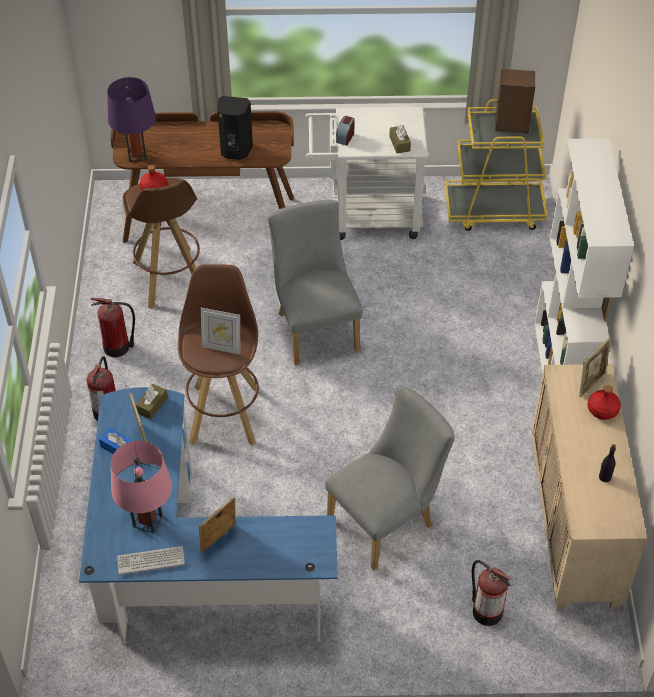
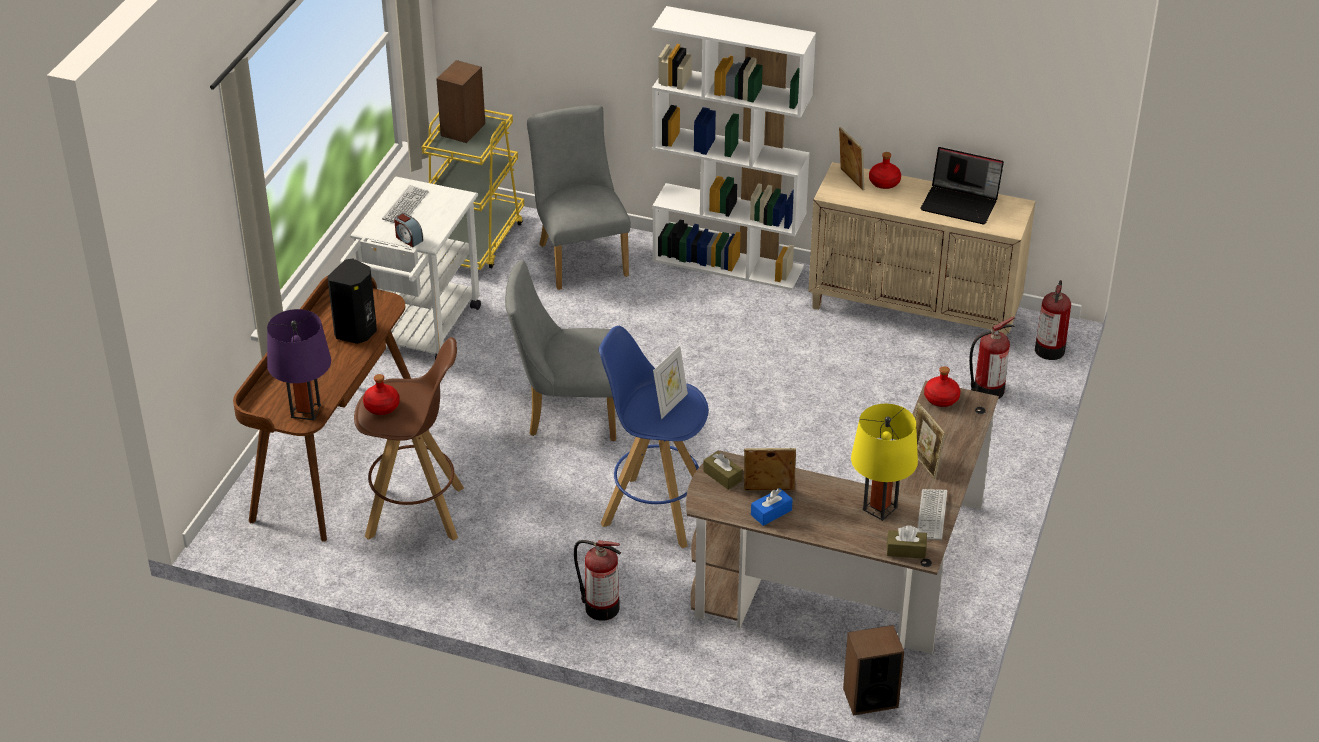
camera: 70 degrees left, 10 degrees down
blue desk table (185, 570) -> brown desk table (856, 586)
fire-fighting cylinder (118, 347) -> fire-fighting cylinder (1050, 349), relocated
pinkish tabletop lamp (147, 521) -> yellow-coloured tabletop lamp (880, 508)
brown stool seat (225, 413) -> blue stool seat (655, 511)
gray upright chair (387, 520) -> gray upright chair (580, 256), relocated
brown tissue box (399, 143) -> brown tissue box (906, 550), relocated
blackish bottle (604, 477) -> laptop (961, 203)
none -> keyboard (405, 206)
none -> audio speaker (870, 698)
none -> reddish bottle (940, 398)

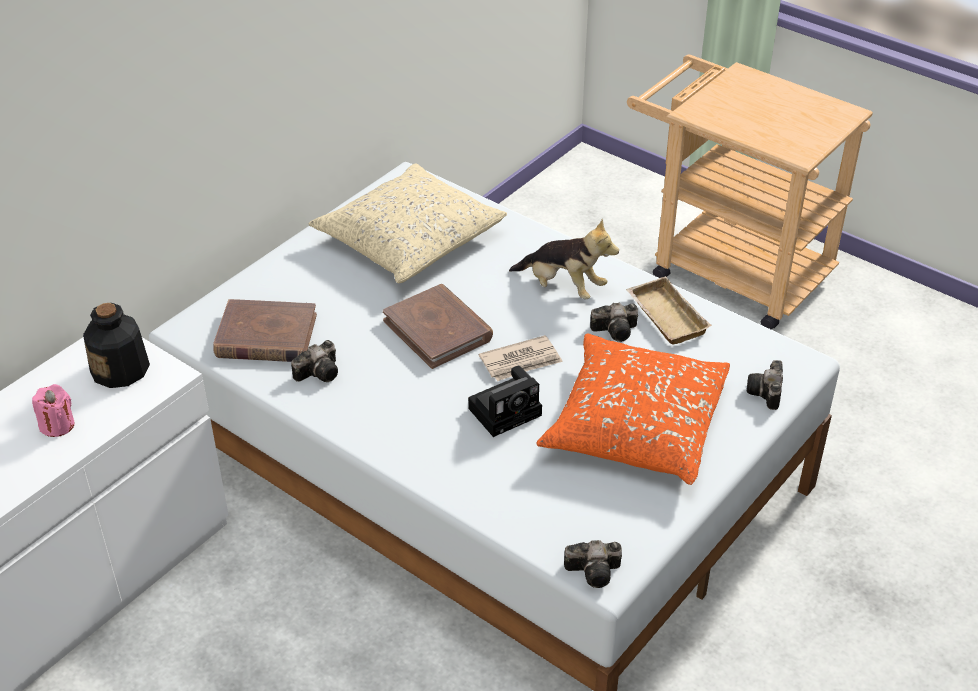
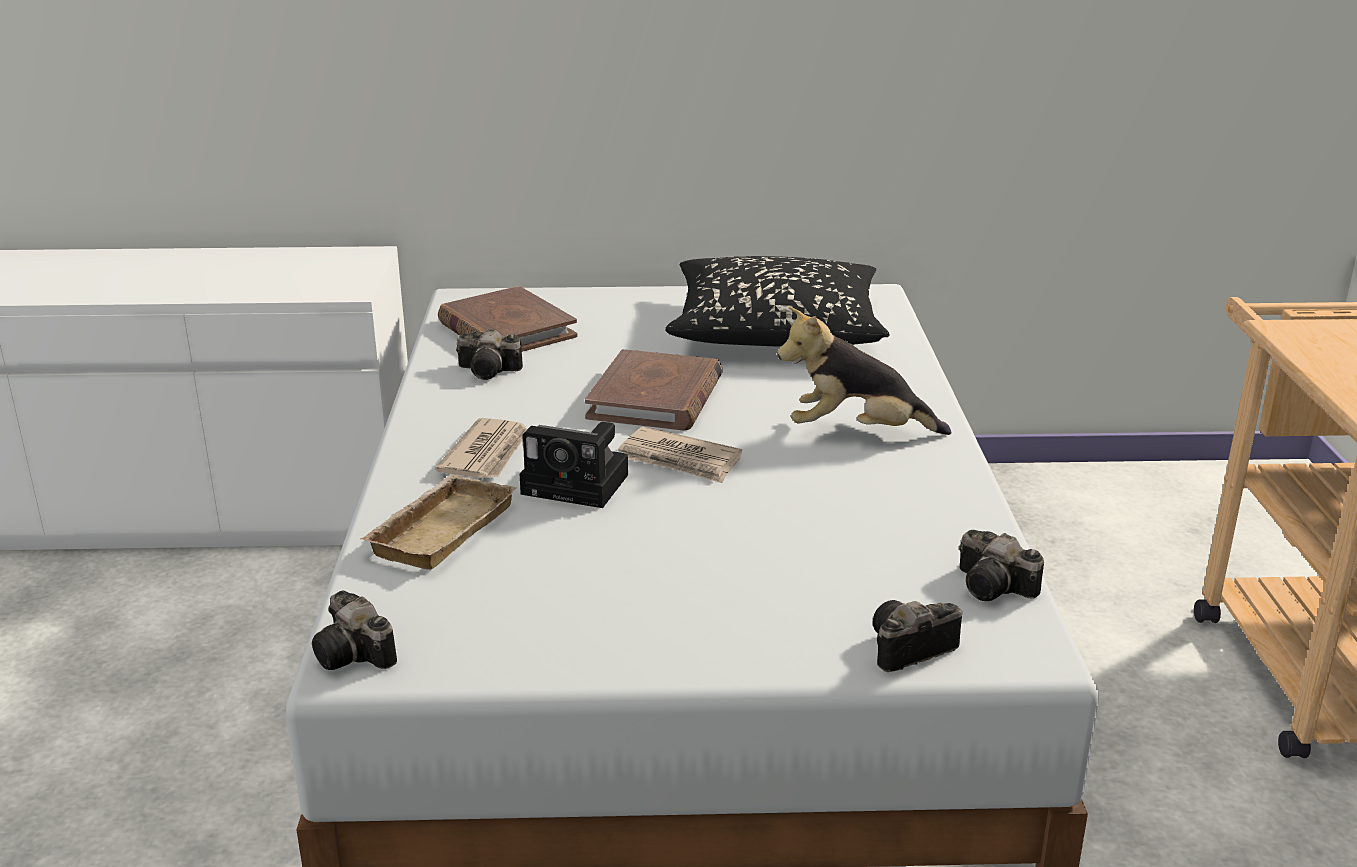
camera: 50 degrees right, 15 degrees down
pinkish wax light (57, 425) -> none
bottle (121, 370) -> none
beige throw pillow (409, 239) -> blackish throw pillow (776, 330)
plush toy (563, 287) -> plush toy (857, 432), 105 degrees clockwise
orange throw pillow (635, 424) -> none
still camera (617, 330) -> still camera (996, 588), relocated
beige serving tray (664, 316) -> beige serving tray (440, 529), relocated
none -> newspaper (487, 454)

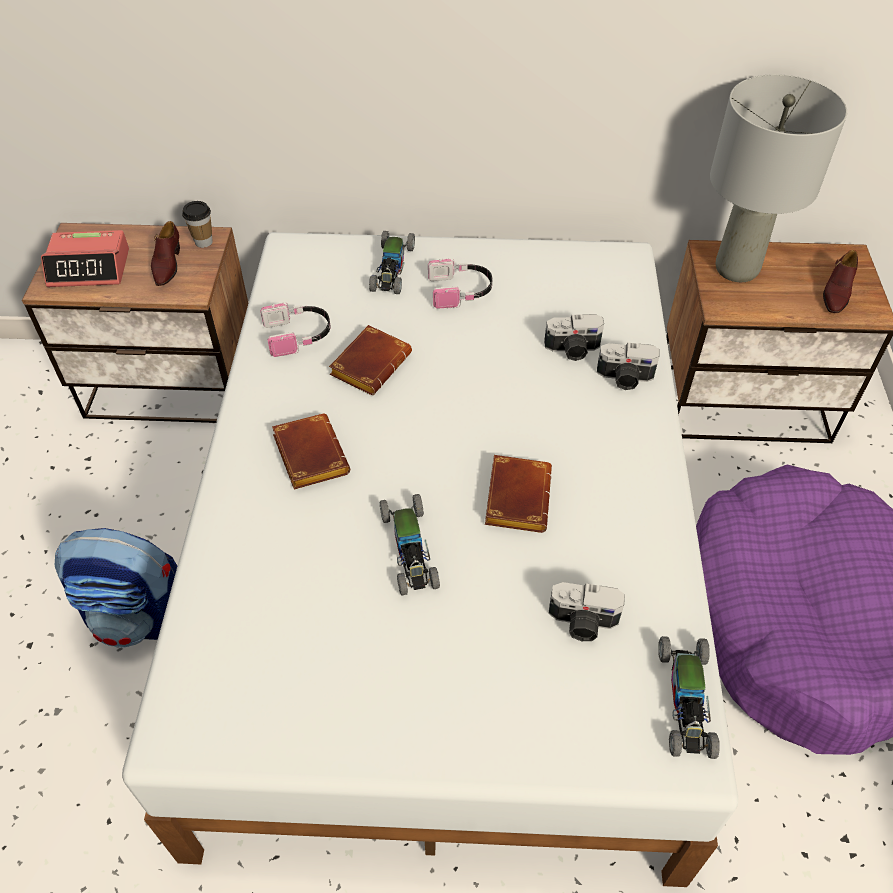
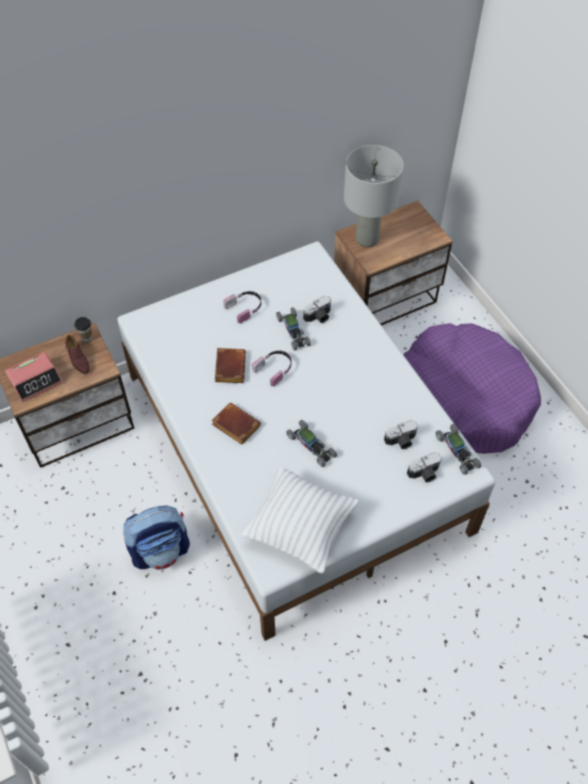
camera: 30 degrees left, 5 degrees up
headphones (299, 335) -> headphones (274, 369), relocated
miniature car (392, 268) -> miniature car (293, 331), relocated
brown bound book (515, 496) -> none
still camera (624, 378) -> still camera (424, 474), relocated
brown low shoe (836, 292) -> none
none -> white throw pillow (300, 529)

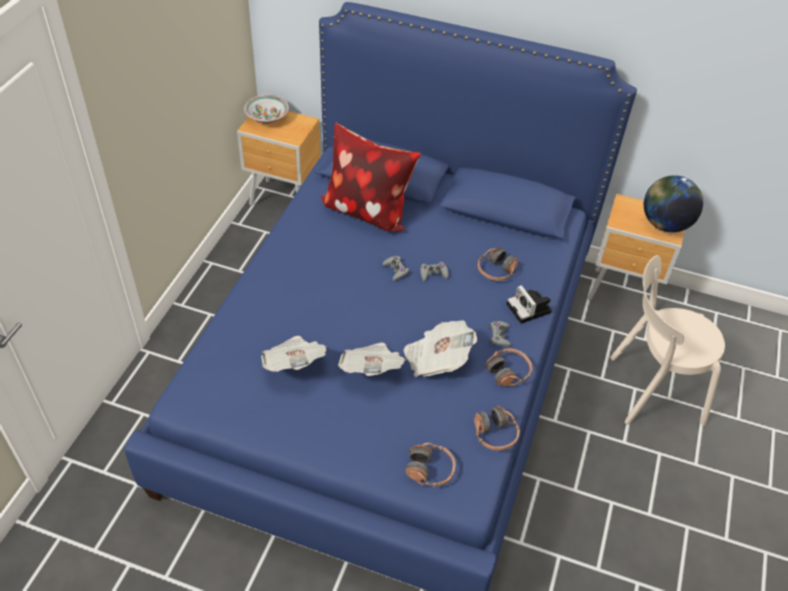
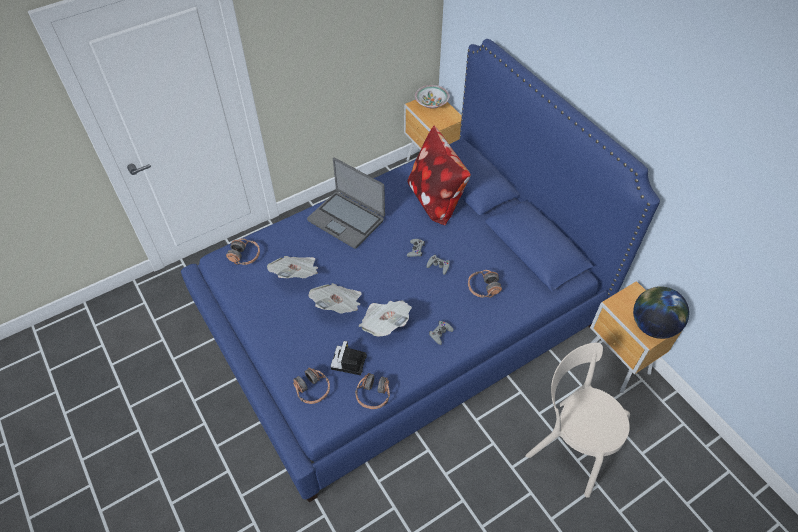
camera: 40 degrees right, 5 degrees up
headphones (508, 372) -> headphones (245, 256), relocated
still camera (530, 309) -> still camera (349, 363), relocated
none -> laptop (346, 219)

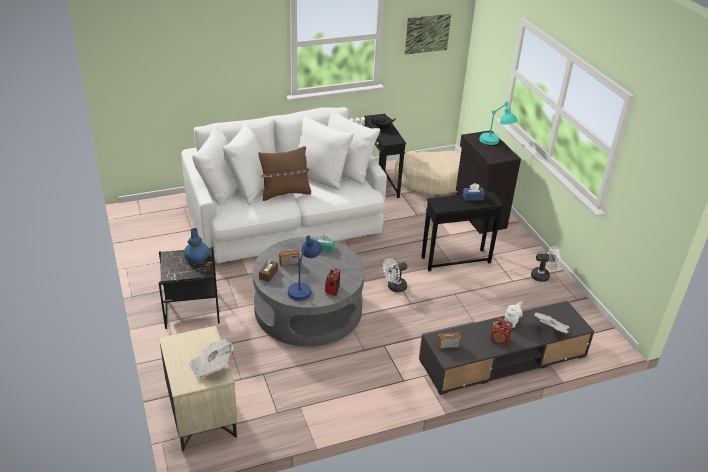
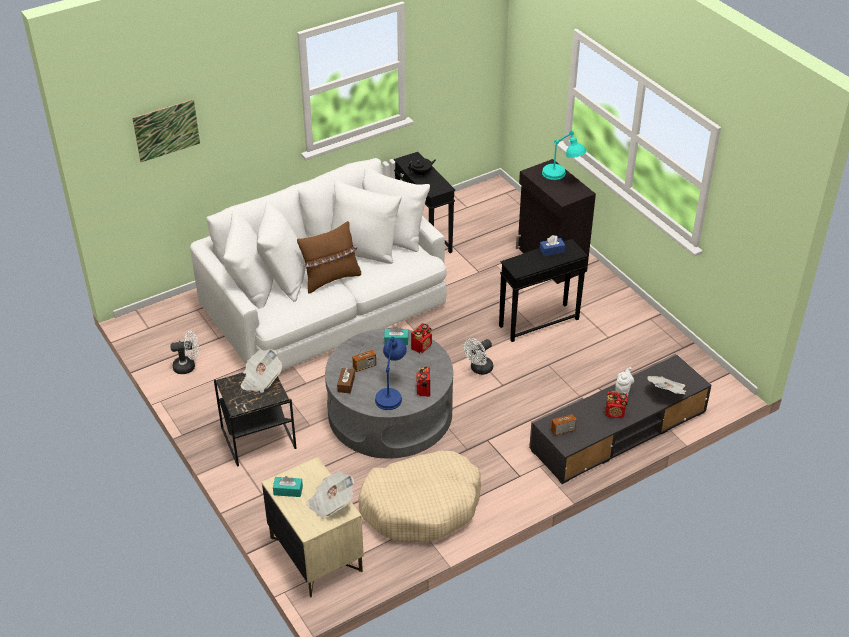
camera: 10 degrees left, 5 degrees up
blue flower vase (197, 257) -> newspaper (261, 379)
beige dog bed (433, 179) -> beige dog bed (421, 505), relocated
wall art (427, 33) -> wall art (166, 130), relocated
white electric fan (543, 276) -> white electric fan (188, 366), relocated
none -> turquoise-coloured tissue box (288, 490)
none -> radio (421, 346)

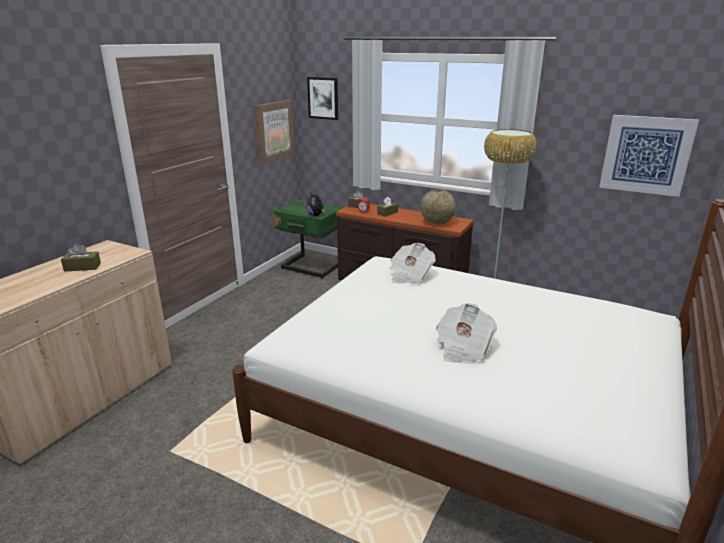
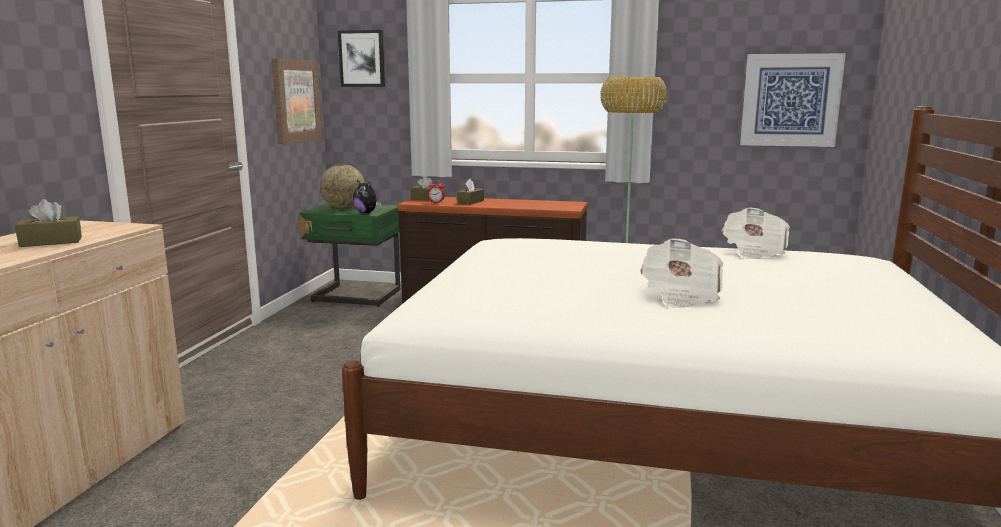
camera: 15 degrees left, 10 degrees down
newspaper (410, 275) -> newspaper (753, 251), relocated
desk globe (436, 223) -> desk globe (344, 208), relocated

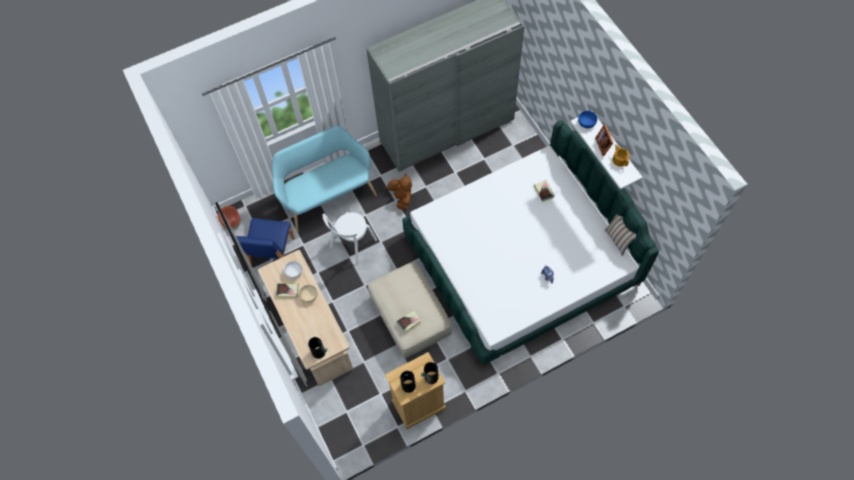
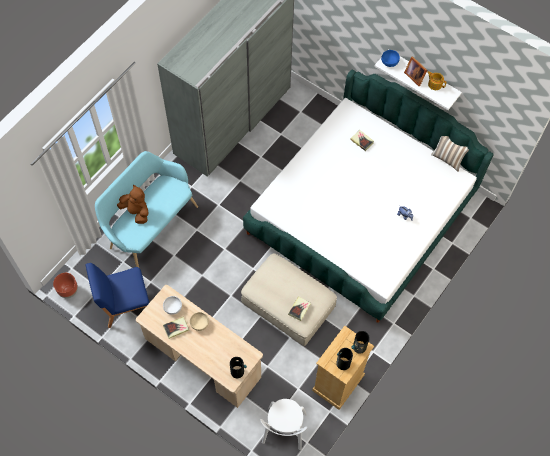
camera: 30 degrees left, 0 degrees up
blue upright chair (272, 255) -> blue upright chair (124, 304), 90 degrees clockwise
white upright chair (352, 245) -> white upright chair (284, 430), relocated
brown plush toy (401, 198) -> brown plush toy (136, 211), relocated

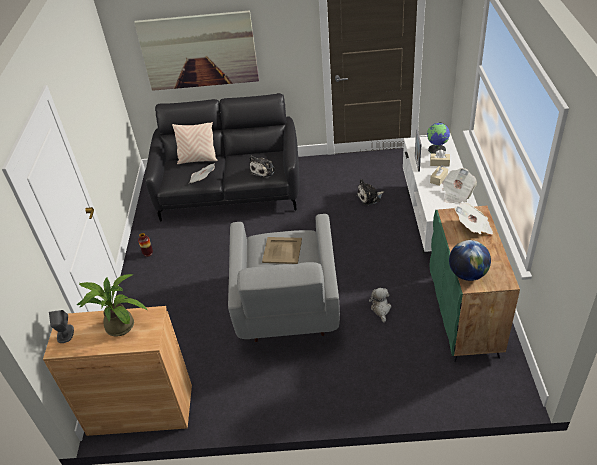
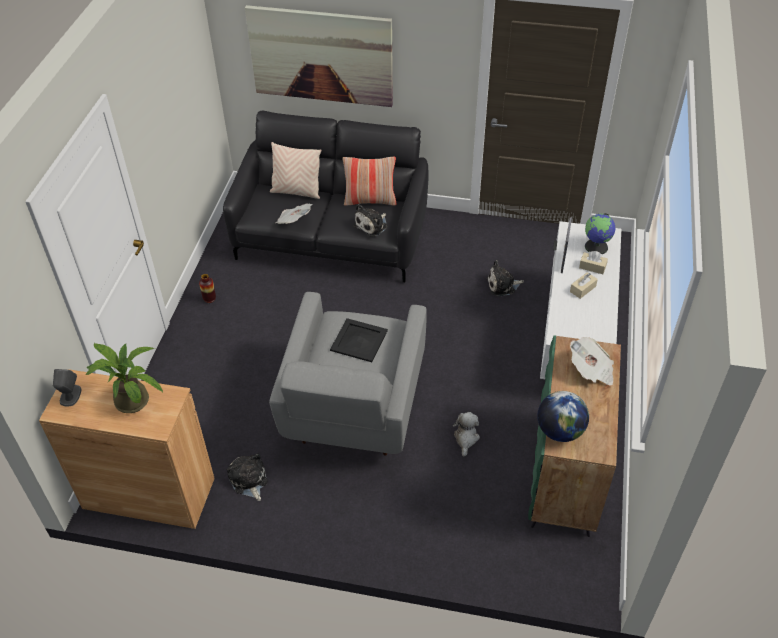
camera: 10 degrees right, 5 degrees up
beige serving tray (282, 251) -> blackish serving tray (358, 340)
newspaper (457, 194) -> none
none -> plush toy (248, 481)
none -> throw pillow (370, 200)

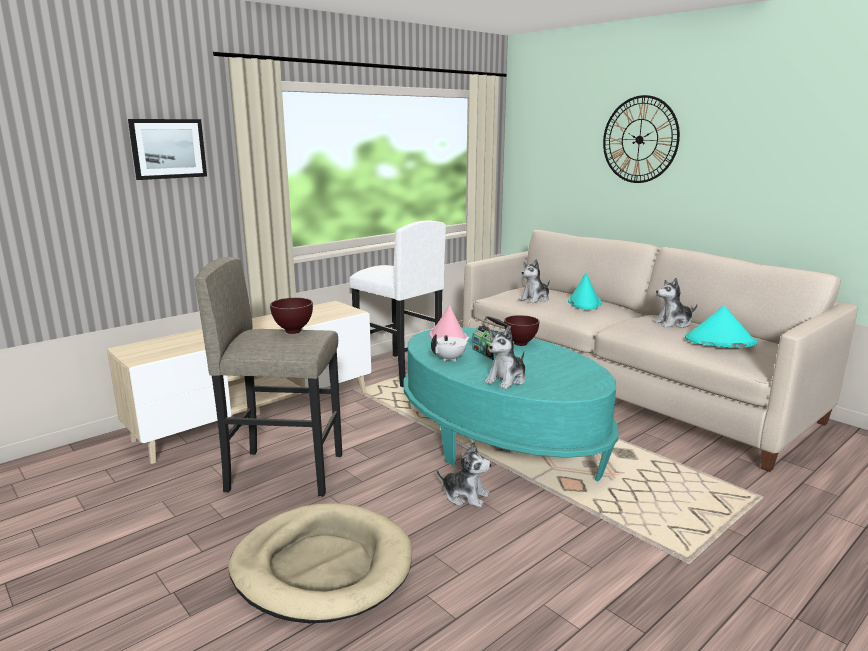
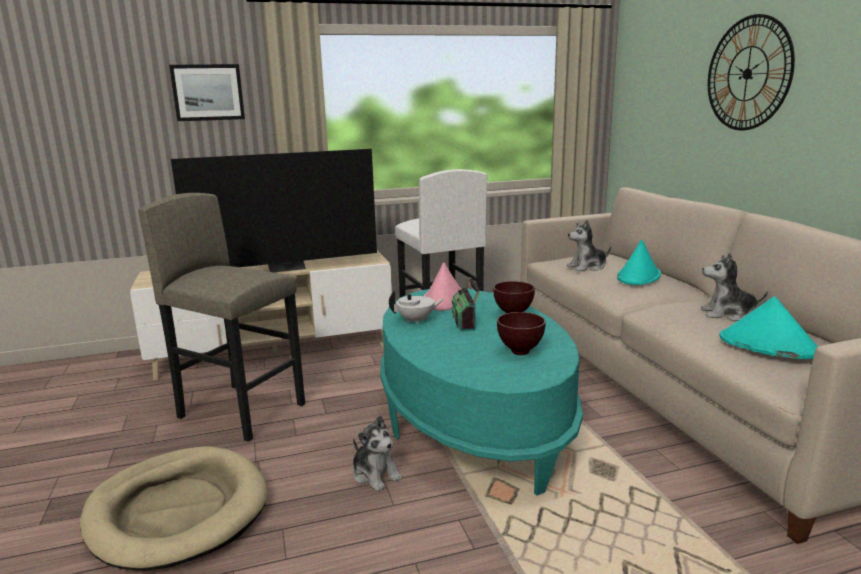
camera: 25 degrees right, 0 degrees up
brown serving bowl (292, 332) -> brown serving bowl (519, 352), relocated
plush toy (506, 380) -> none
none -> TV set (287, 267)

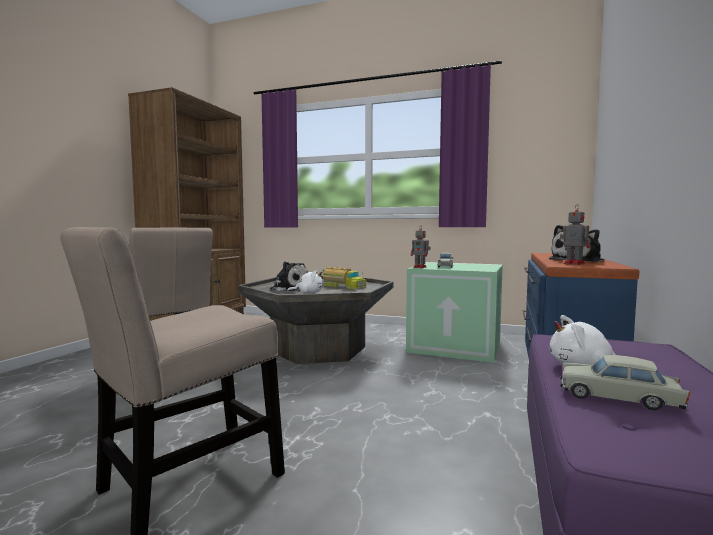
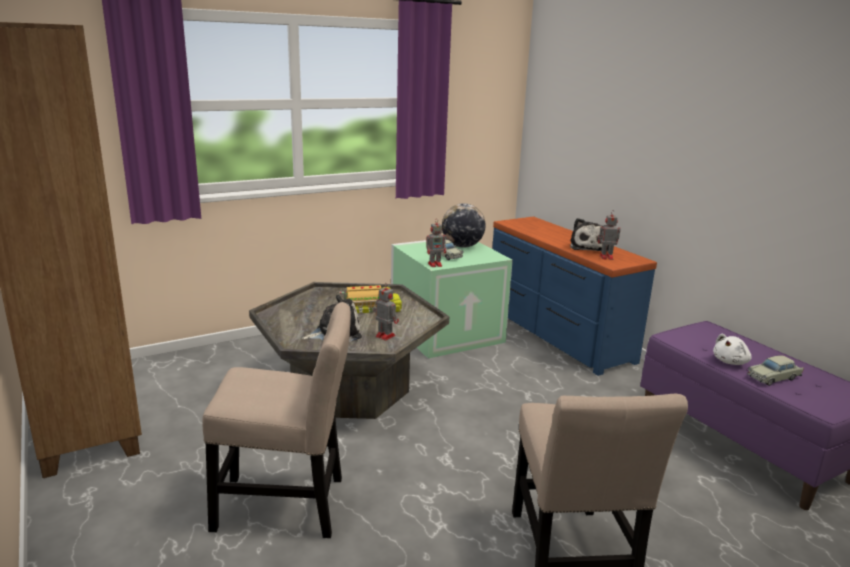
camera: 50 degrees left, 15 degrees up
white plush toy (308, 293) -> model robot (384, 335)
none -> desk globe (462, 246)

